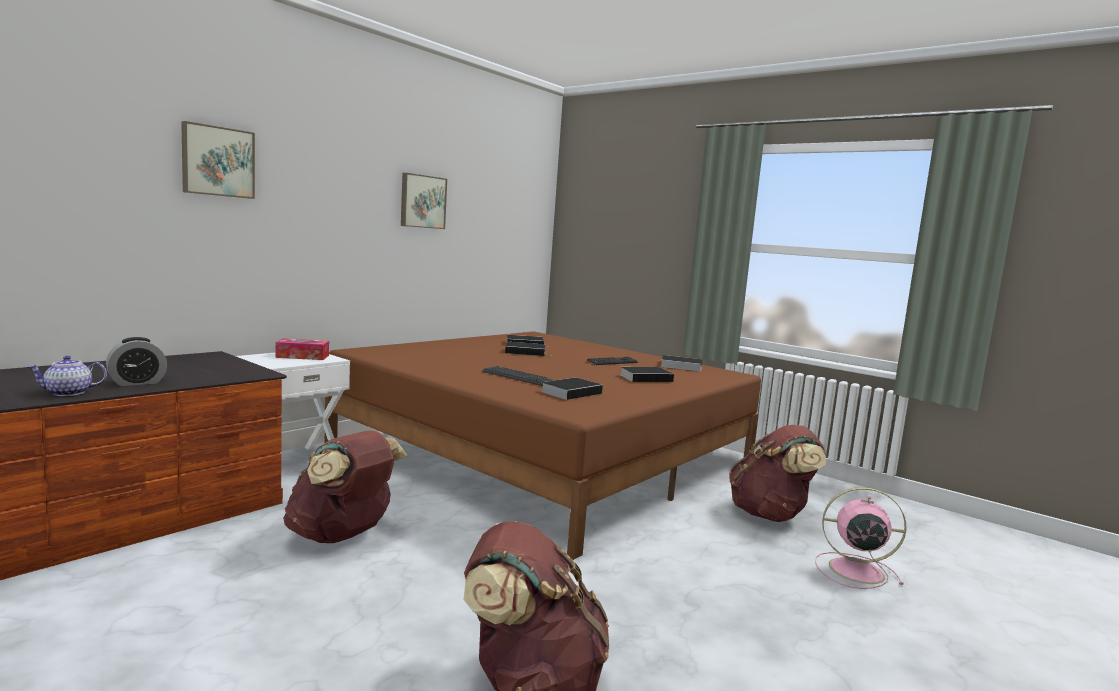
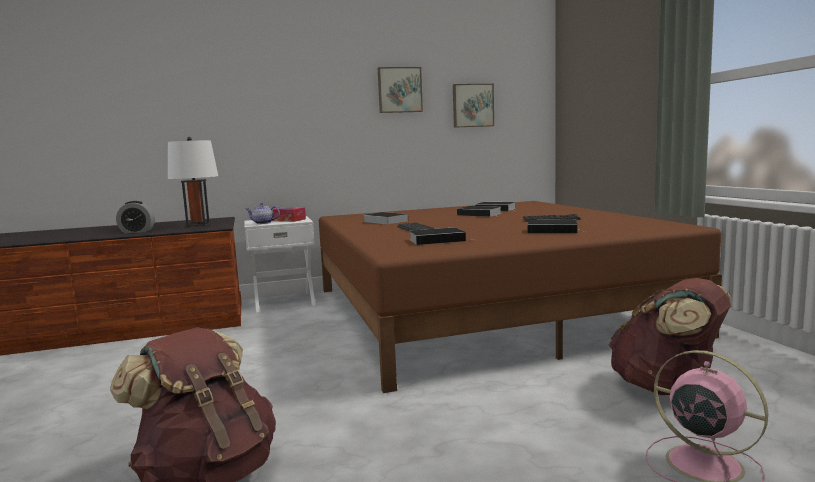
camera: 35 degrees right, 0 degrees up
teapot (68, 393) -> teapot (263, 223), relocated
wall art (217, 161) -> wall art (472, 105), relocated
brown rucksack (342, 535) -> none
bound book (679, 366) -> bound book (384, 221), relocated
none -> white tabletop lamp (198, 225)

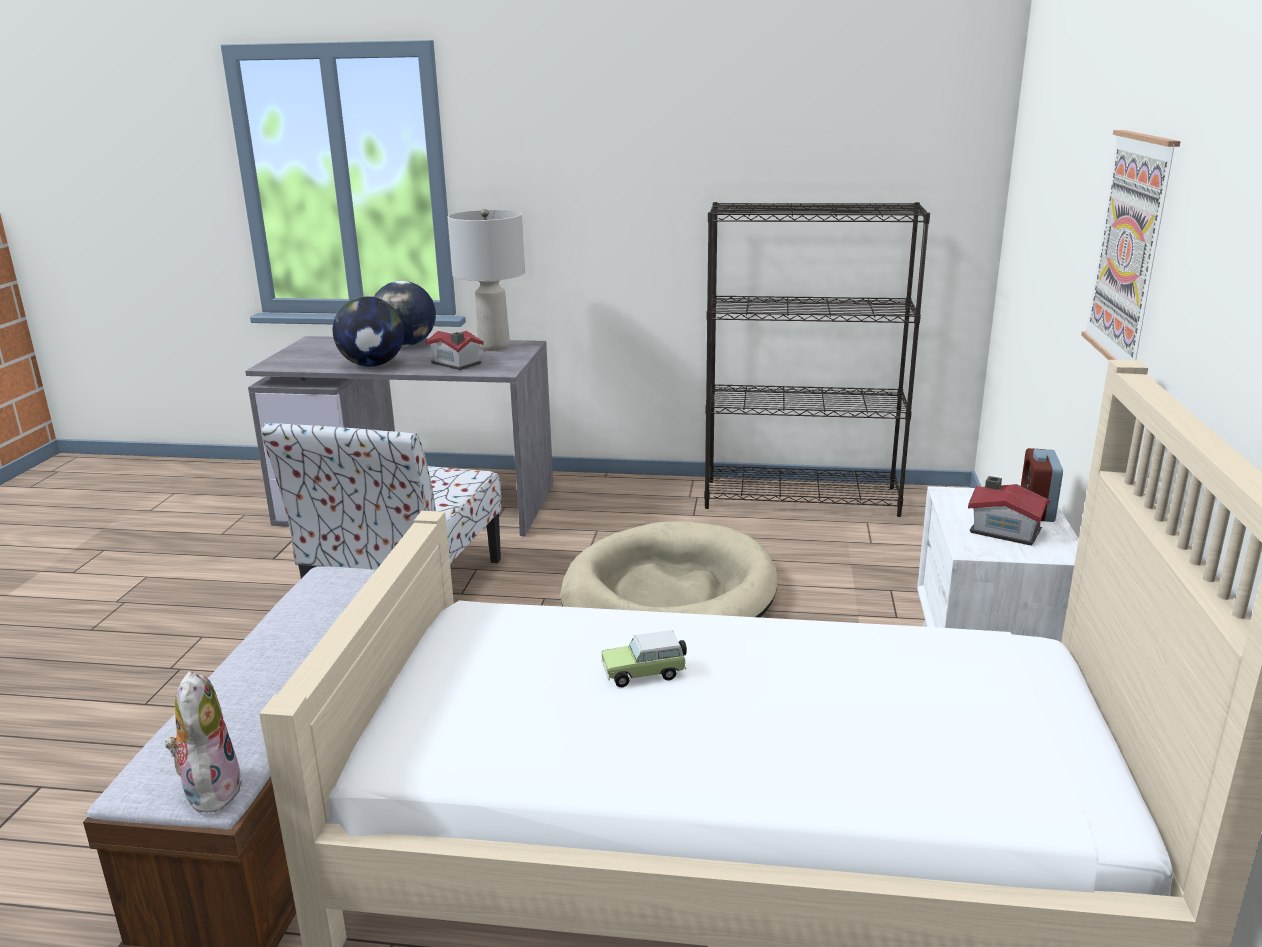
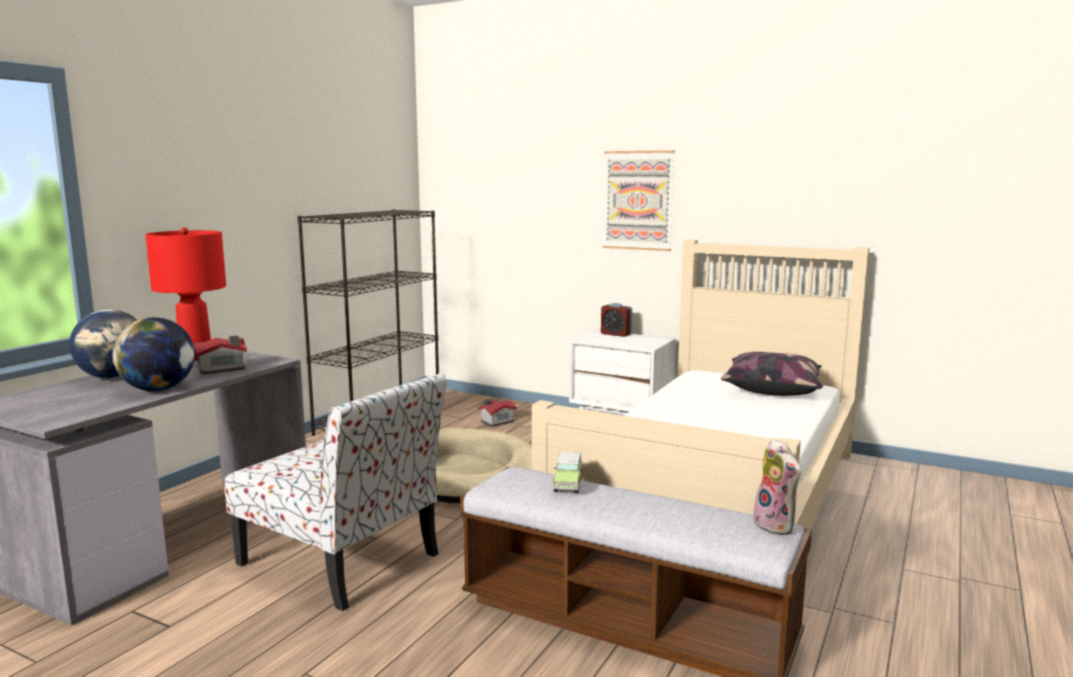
camera: 70 degrees left, 10 degrees down
plush toy (210, 789) -> plush toy (777, 526), 120 degrees counterclockwise
gray tabletop lamp (493, 347) -> reddish tabletop lamp (195, 357)
miniature car (646, 673) -> miniature car (568, 484), relocated
toy house (1004, 530) -> toy house (496, 421), relocated
none -> throw pillow (771, 389)

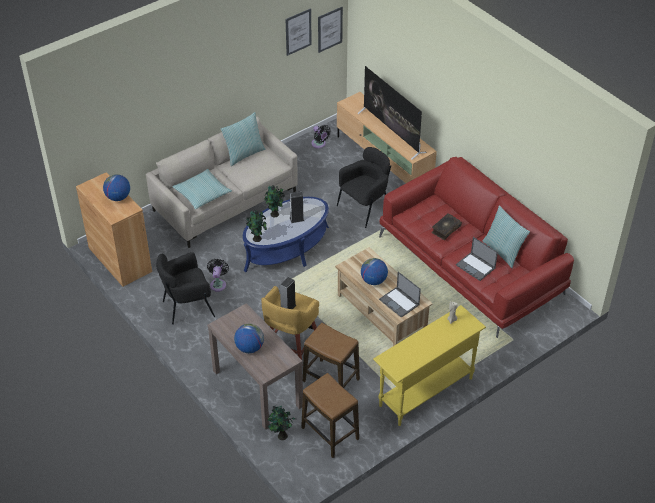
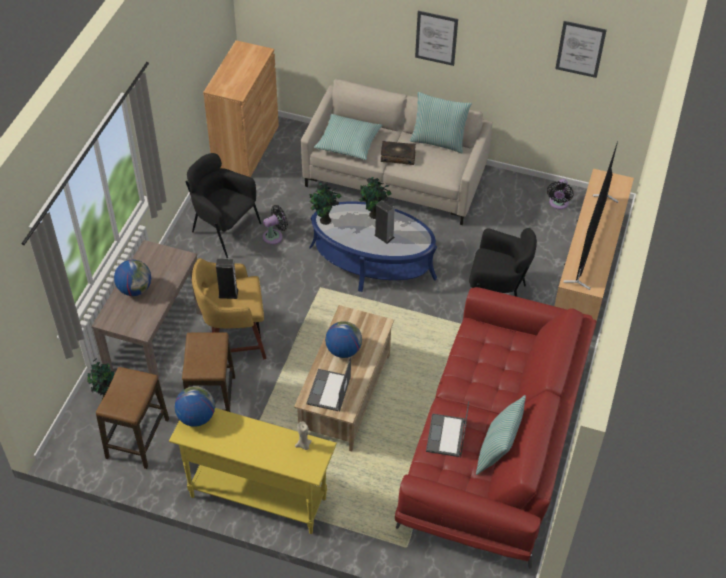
camera: 55 degrees right, 5 degrees up
desk globe (118, 197) -> desk globe (196, 417), relocated
wall art (330, 29) -> wall art (436, 38), relocated
bound book (445, 229) -> bound book (398, 156), relocated

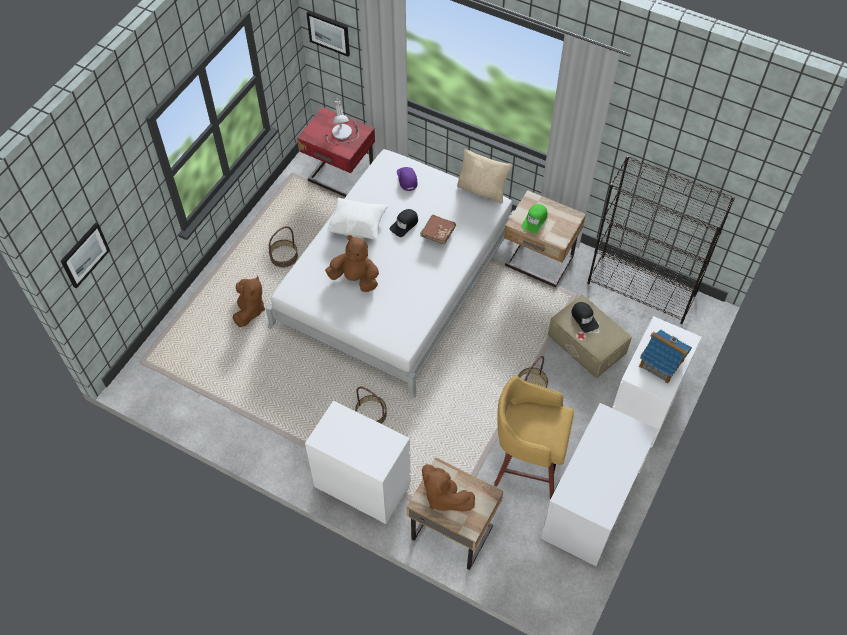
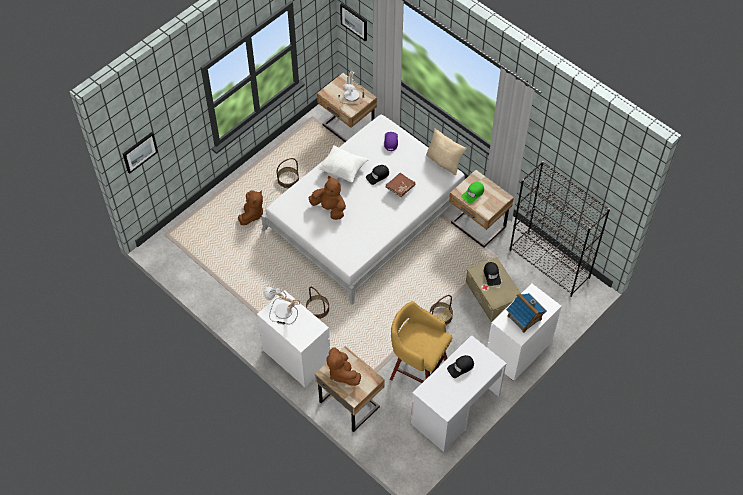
camera: 15 degrees right, 0 degrees up
reddish nightstand (340, 178) -> beige nightstand (347, 128)
none -> tabletop lamp (281, 312)
none -> blackish cap (461, 367)

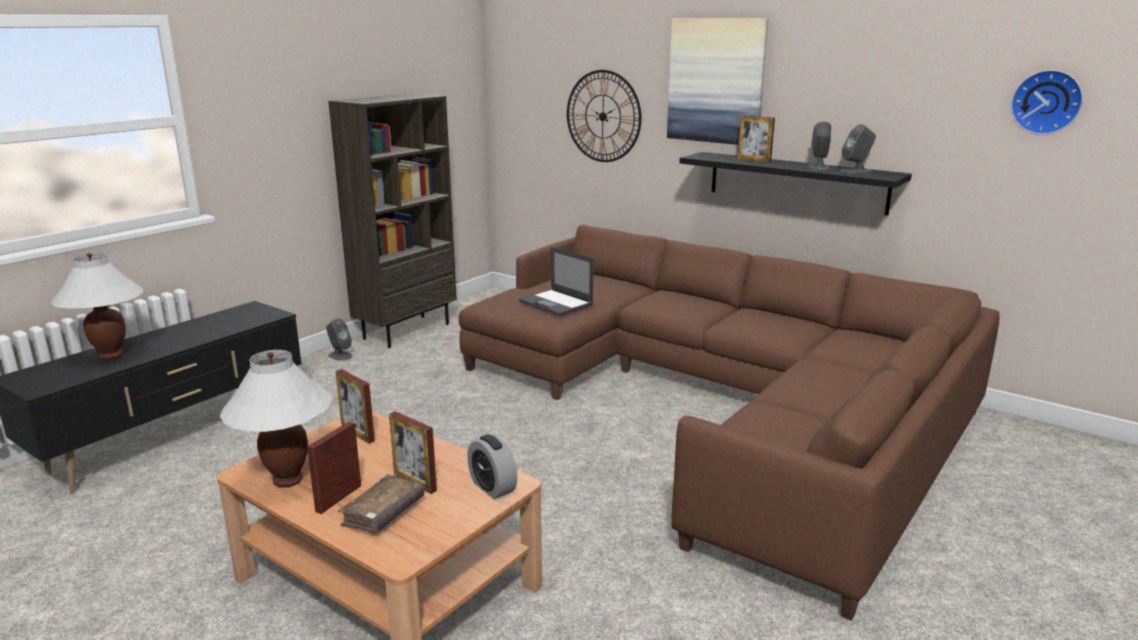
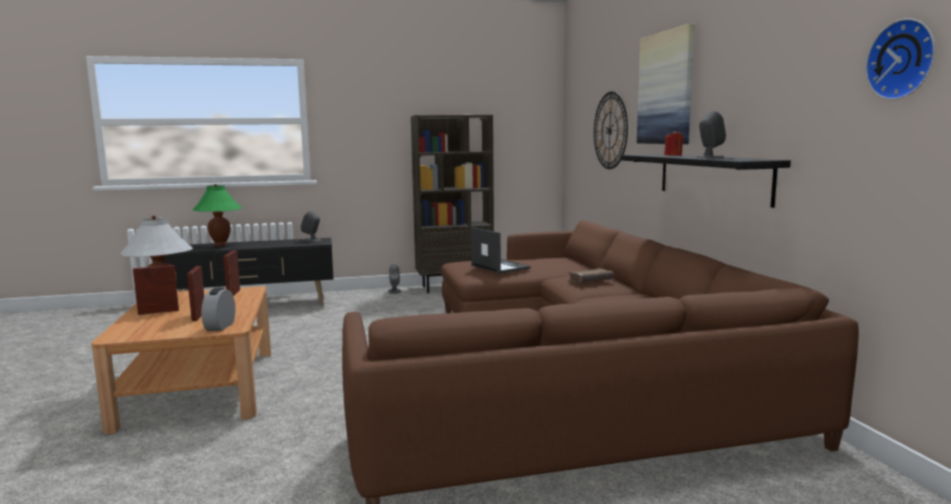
camera: 40 degrees right, 10 degrees down
white tabletop lamp (110, 356) -> green-coloured tabletop lamp (220, 245)
brown bound book (383, 513) -> brown bound book (590, 282), relocated
laptop (556, 303) -> laptop (499, 267), 150 degrees clockwise
photo frame (754, 160) -> reddish wax light (673, 155)
gray audio speaker (856, 171) -> gray audio speaker (312, 240), relocated

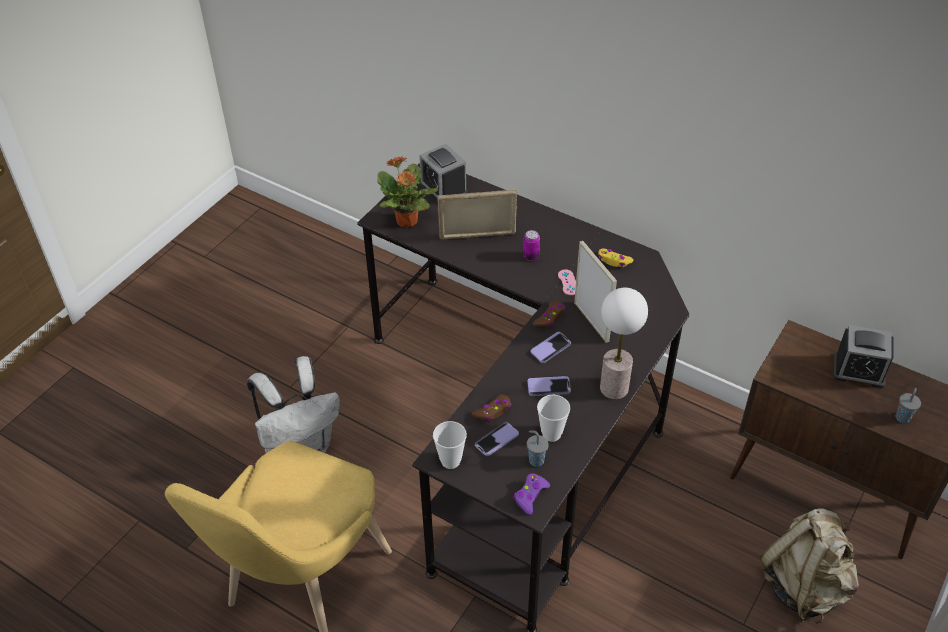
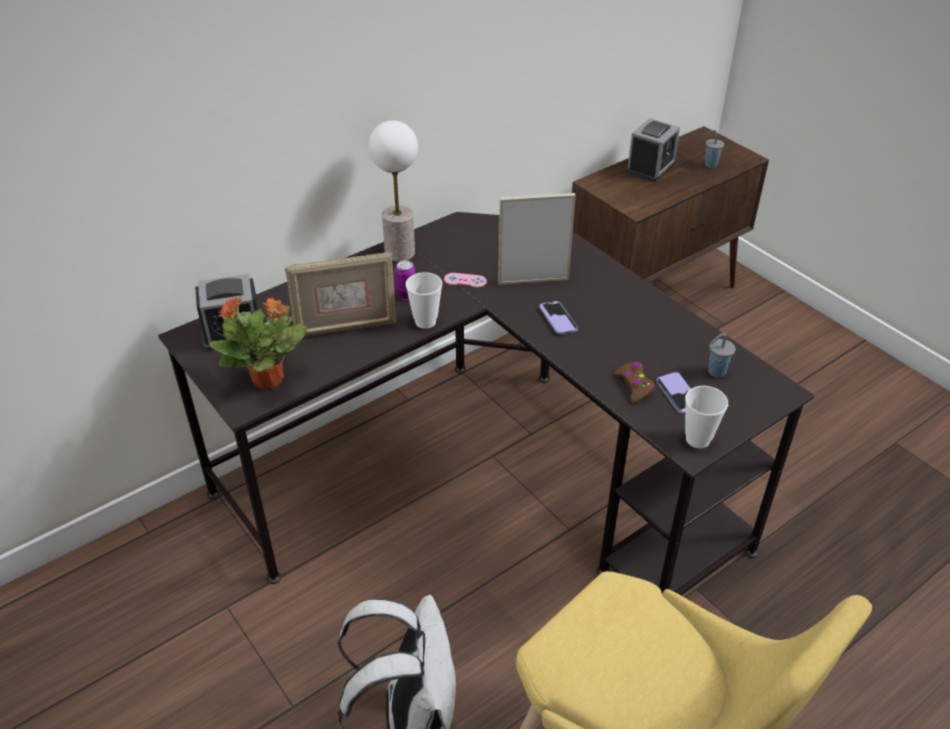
camera: 70 degrees left, 5 degrees down
photo frame (478, 238) -> photo frame (345, 327), 120 degrees counterclockwise
purple-coloured joypad (530, 496) -> none
telephone (548, 387) -> none
brown joypad (550, 318) -> none
cup (551, 434) -> cup (425, 321), relocated
yellow-coloured joypad (614, 261) -> none
tabletop lamp (614, 388) -> tabletop lamp (400, 252), relocated
beige rucksack (804, 585) -> none

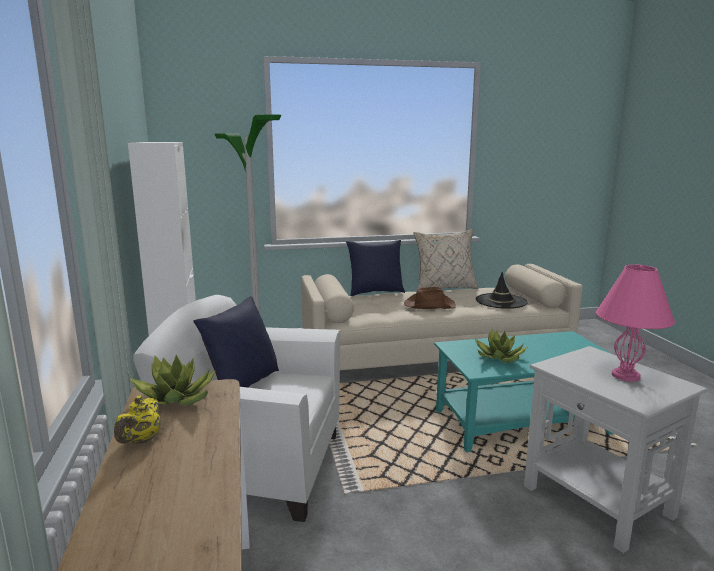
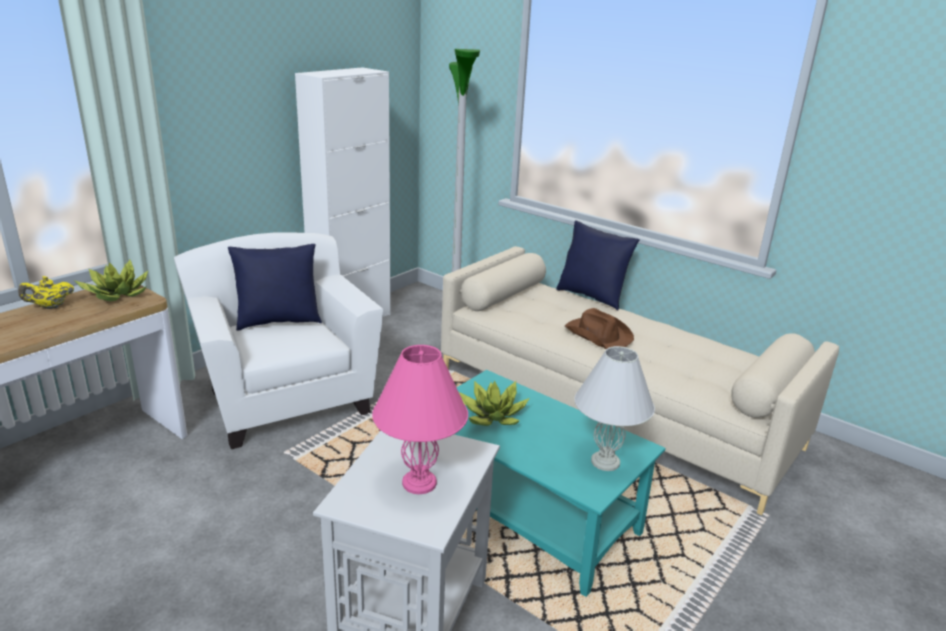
camera: 50 degrees right, 10 degrees up
beige throw pillow (444, 287) -> none
blackish hat (501, 301) -> none
none -> white tabletop lamp (604, 461)

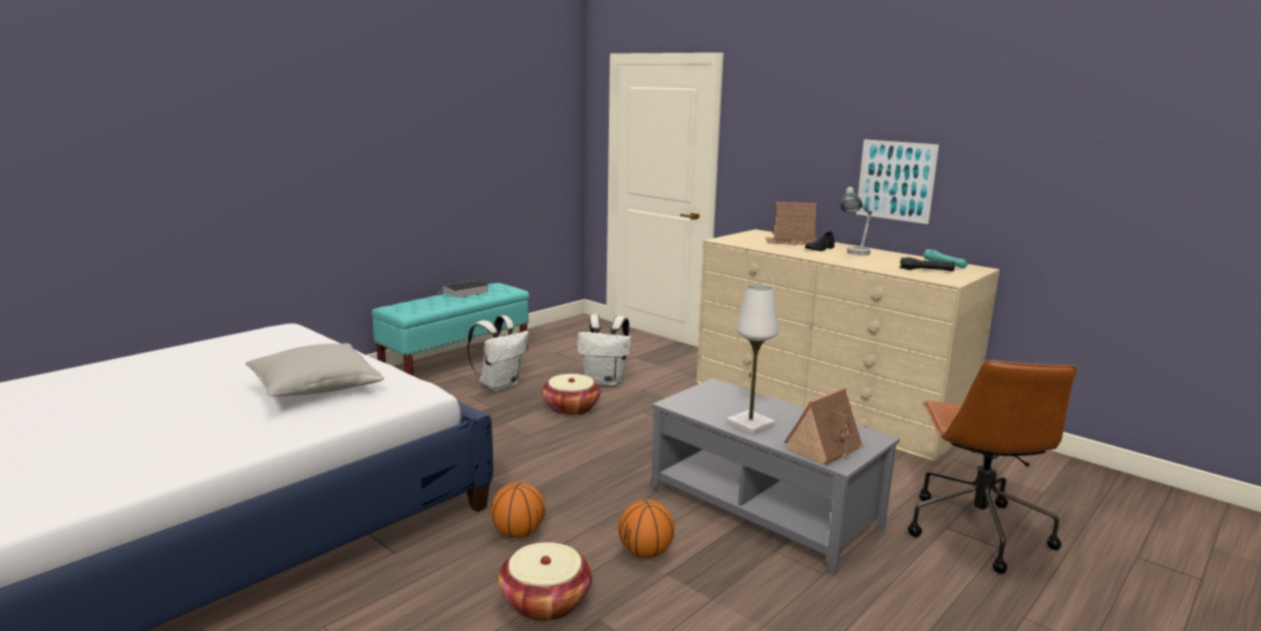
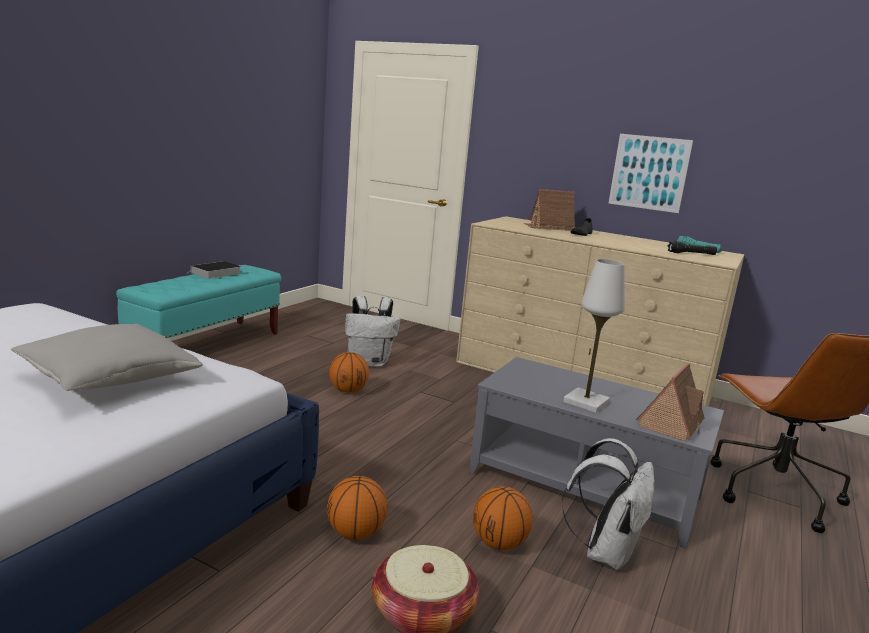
camera: 15 degrees left, 0 degrees up
white rucksack (500, 385) -> white rucksack (605, 552), relocated
storage basket (571, 408) -> basketball ball (348, 391)
tabletop lamp (853, 254) -> none

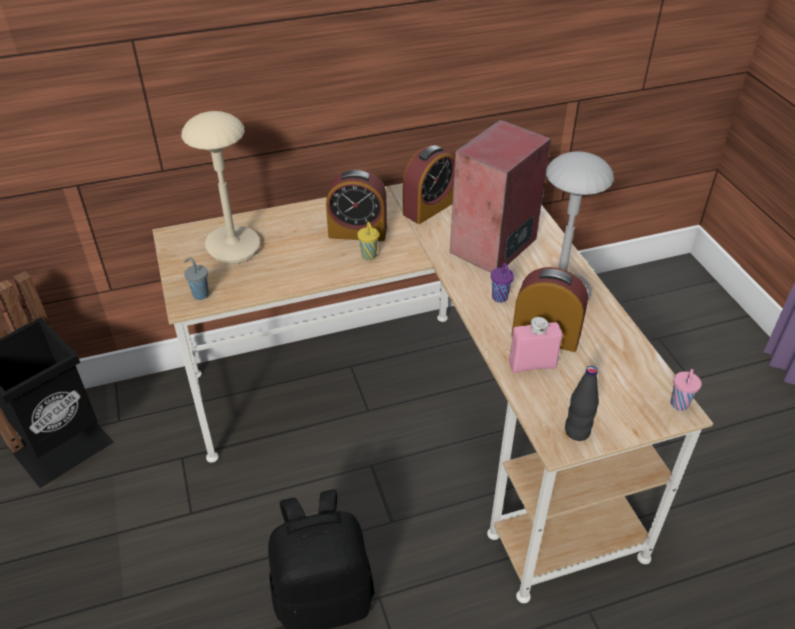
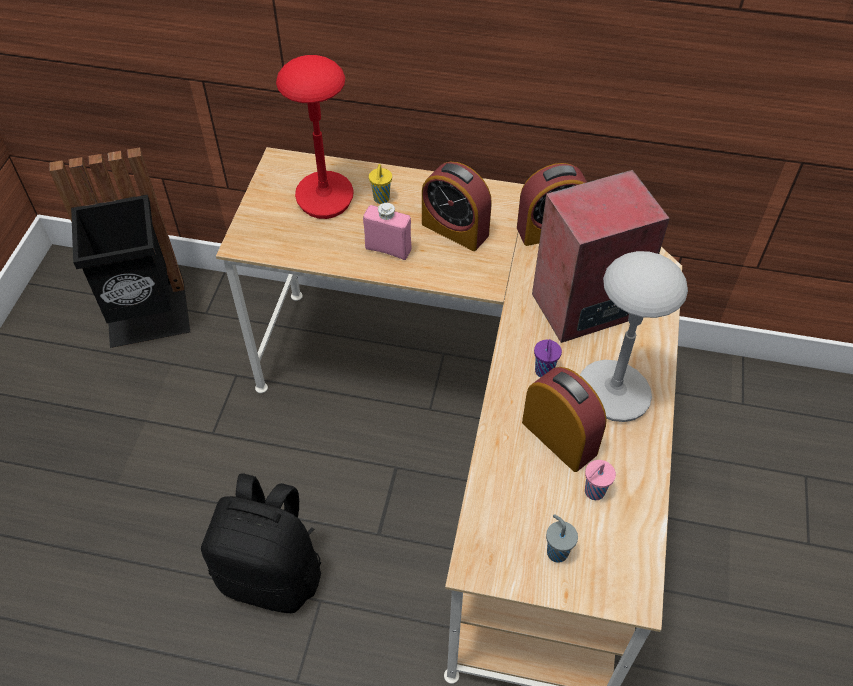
camera: 30 degrees right, 10 degrees up
beige tabletop lamp (232, 247) -> reddish tabletop lamp (324, 197)
gray cup (200, 294) -> gray cup (556, 551), relocated
yellow-coloured cup (369, 257) -> yellow-coloured cup (381, 199), relocated
pinkish bottle (532, 365) -> pinkish bottle (388, 249), relocated
blackish bottle (577, 431) -> none
pinkish cup (679, 405) -> pinkish cup (593, 492), relocated

